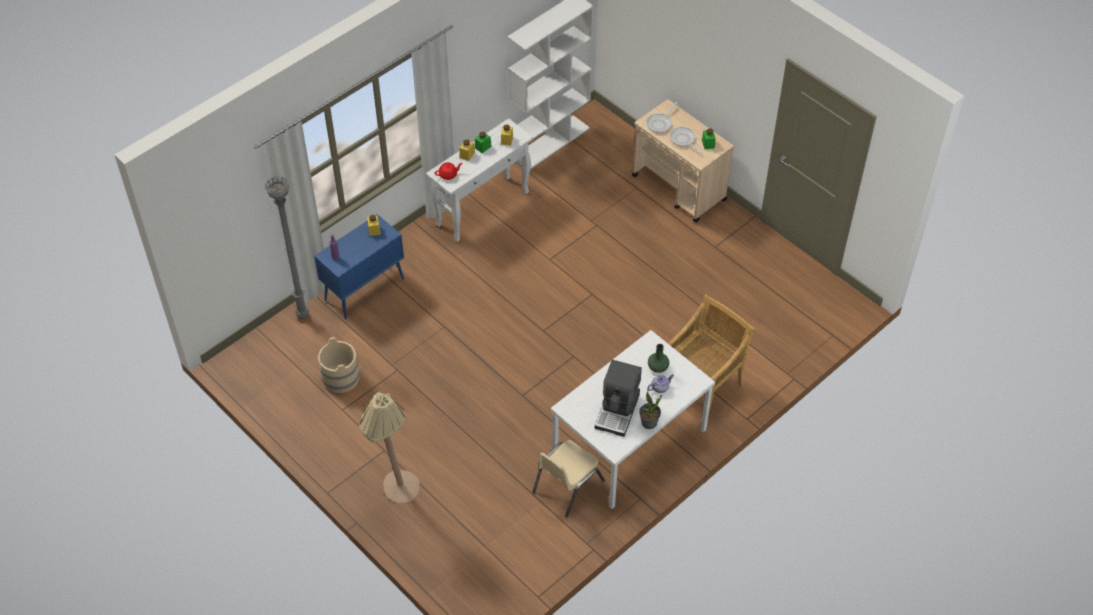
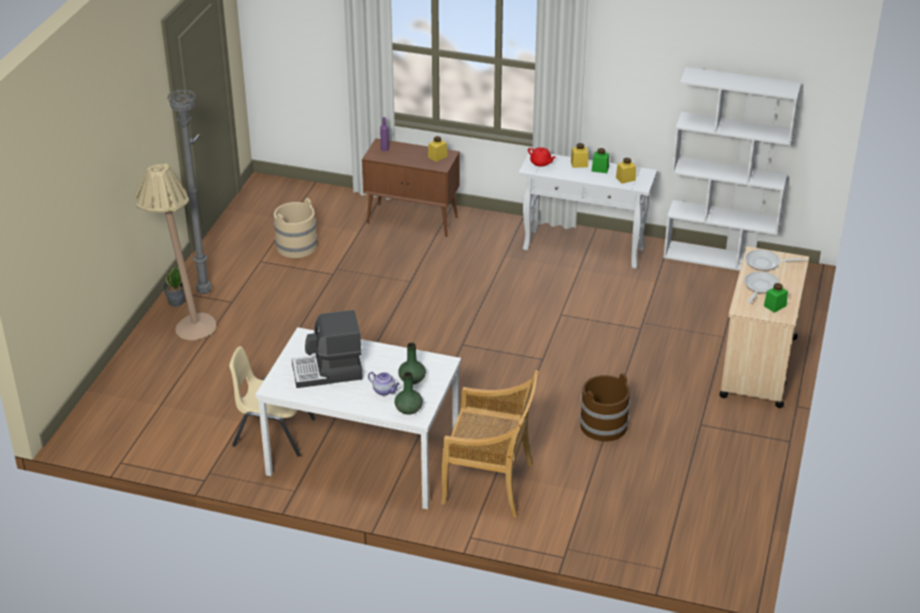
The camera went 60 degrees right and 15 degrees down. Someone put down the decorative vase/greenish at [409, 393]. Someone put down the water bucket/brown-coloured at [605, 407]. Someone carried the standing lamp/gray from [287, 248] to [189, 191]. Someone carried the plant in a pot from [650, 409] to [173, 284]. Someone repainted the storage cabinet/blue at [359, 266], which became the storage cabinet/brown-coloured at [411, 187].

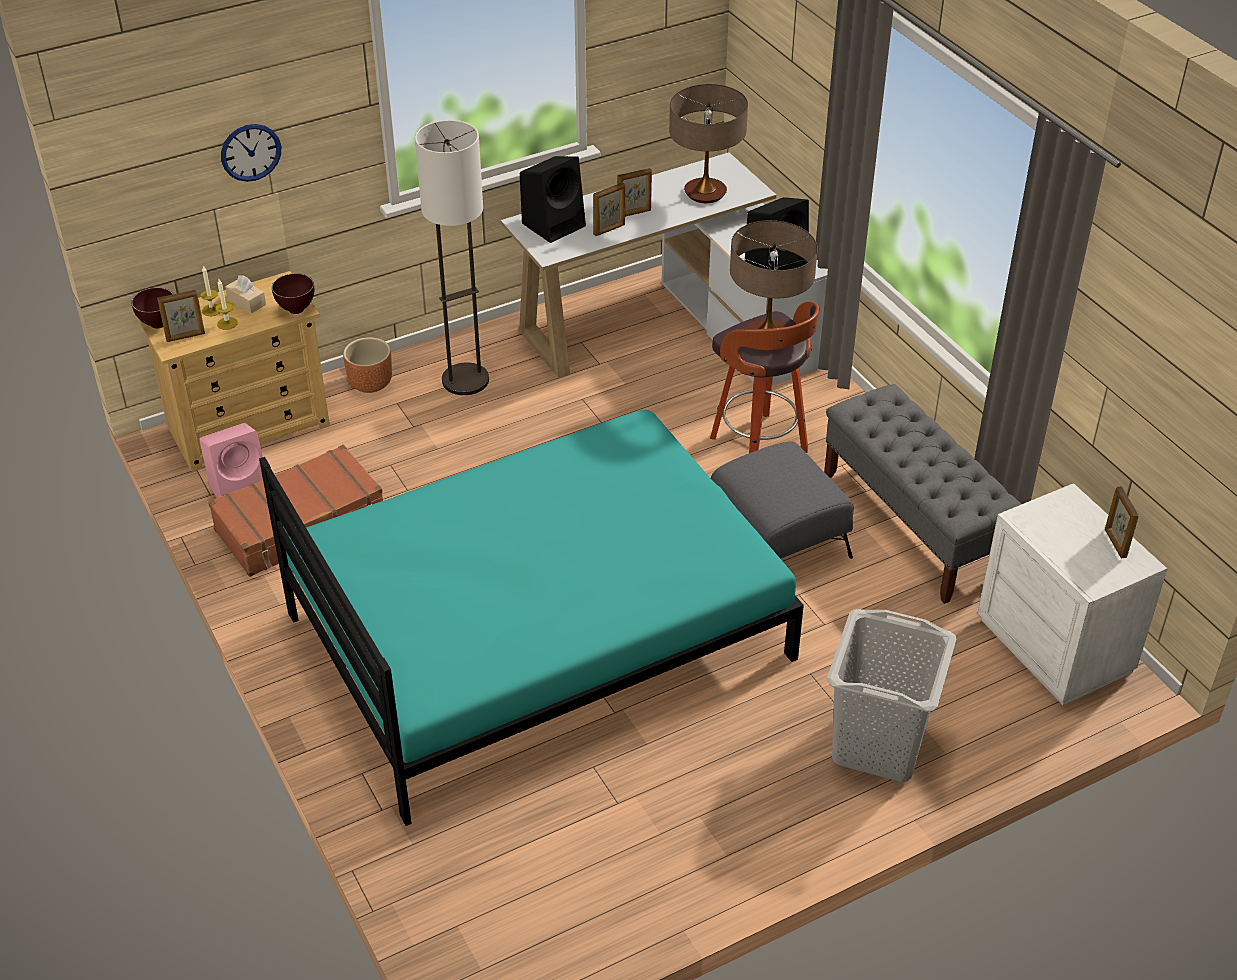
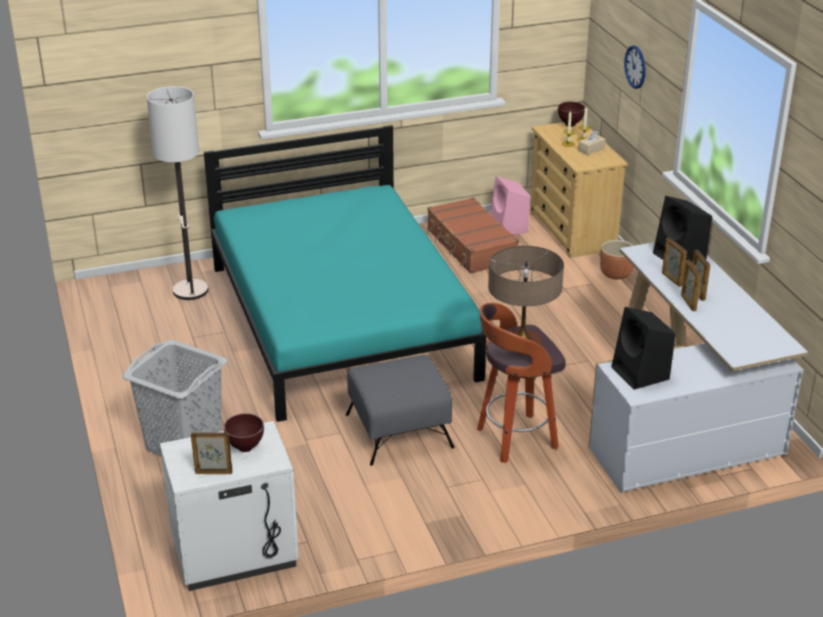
The camera went 100 degrees right and 10 degrees down. Someone took away the table lamp at [708, 143]. Someone took away the long seat/gray at [922, 494]. Someone carried the picture frame from [181, 316] to [691, 285]. Someone carried the bowl/brown-coloured from [293, 293] to [244, 432]. Someone carried the standing lamp from [452, 257] to [178, 193].

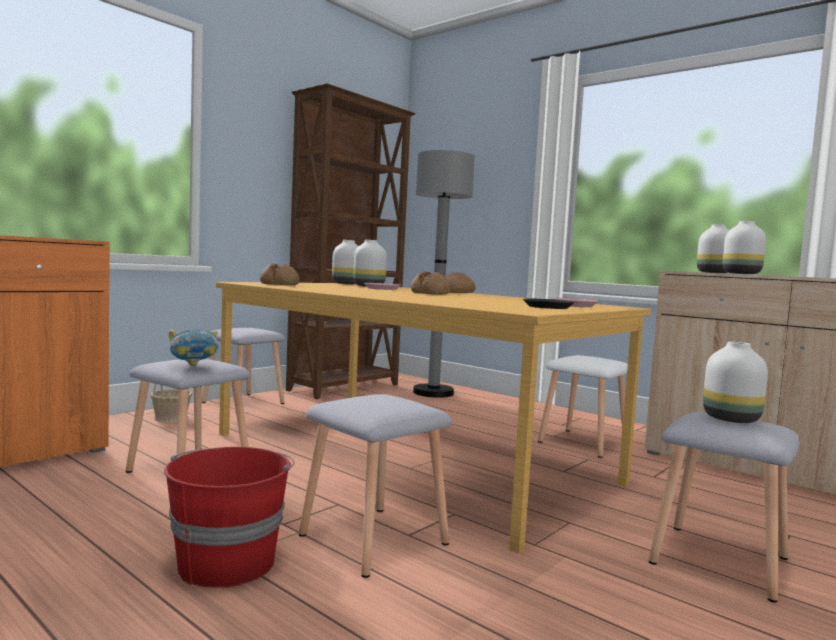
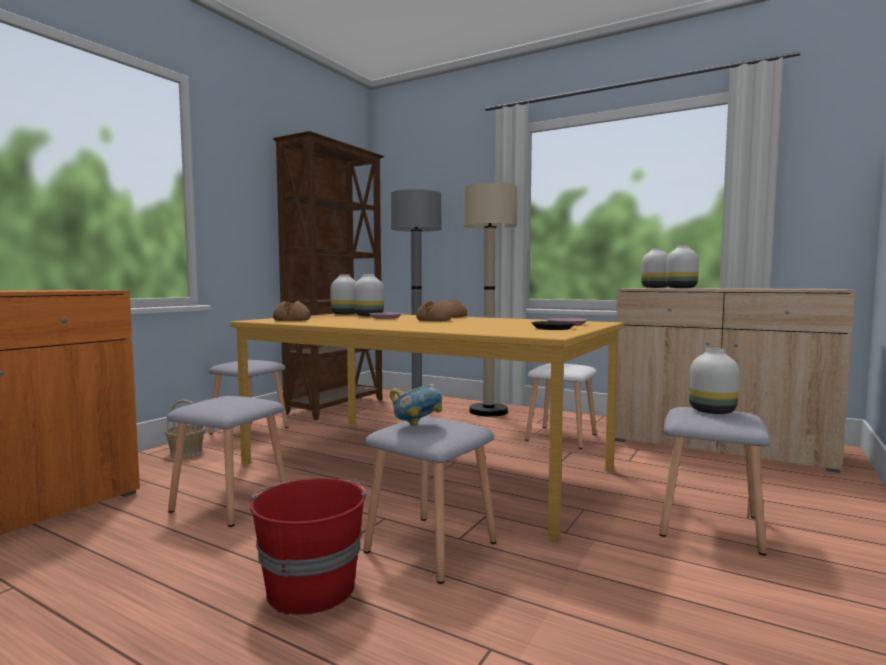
The camera went 10 degrees left and 0 degrees up. Someone put down the standing lamp/sand-coloured at [490, 300]. Someone carried the bowl from [194, 347] to [416, 405].

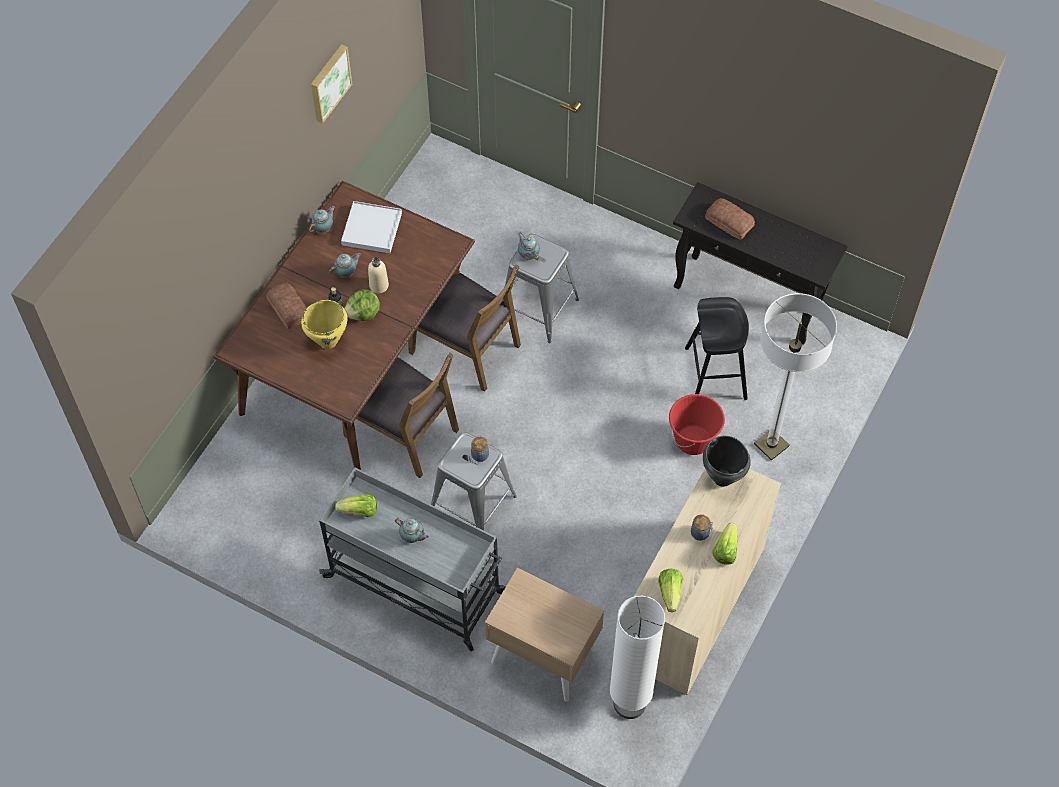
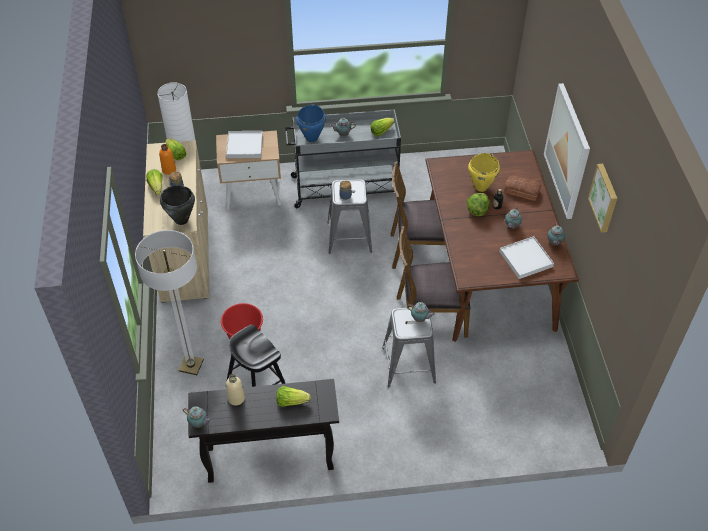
The camera went 145 degrees right and 10 degrees down. Someone put down the bottle/orange-coloured at [167, 159]. Someone put down the teapot at [197, 417]. Someone put down the tray/white-coloured at [244, 144]. Someone put down the cooking pot/blue at [311, 123]. Someone put up the wall art at [567, 151]. Someone carried the bottle/sand-coloured from [378, 275] to [235, 389]. Someone swapped the bread at [730, 219] for the head of lettuce at [293, 396].

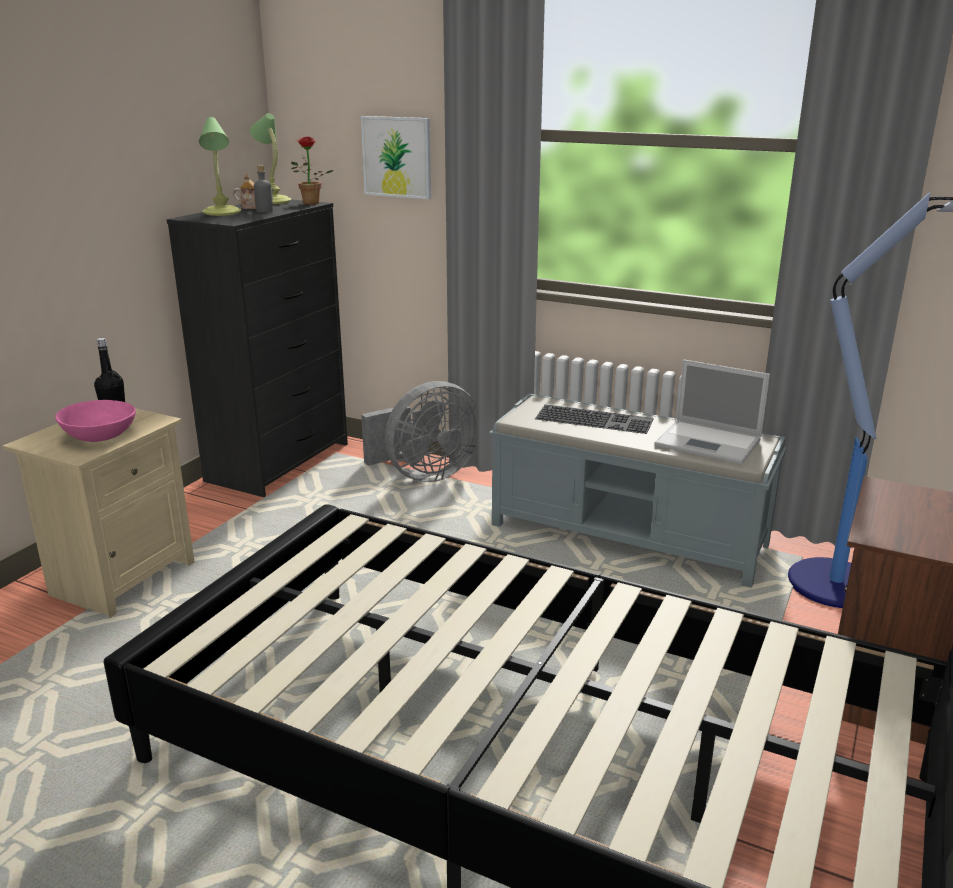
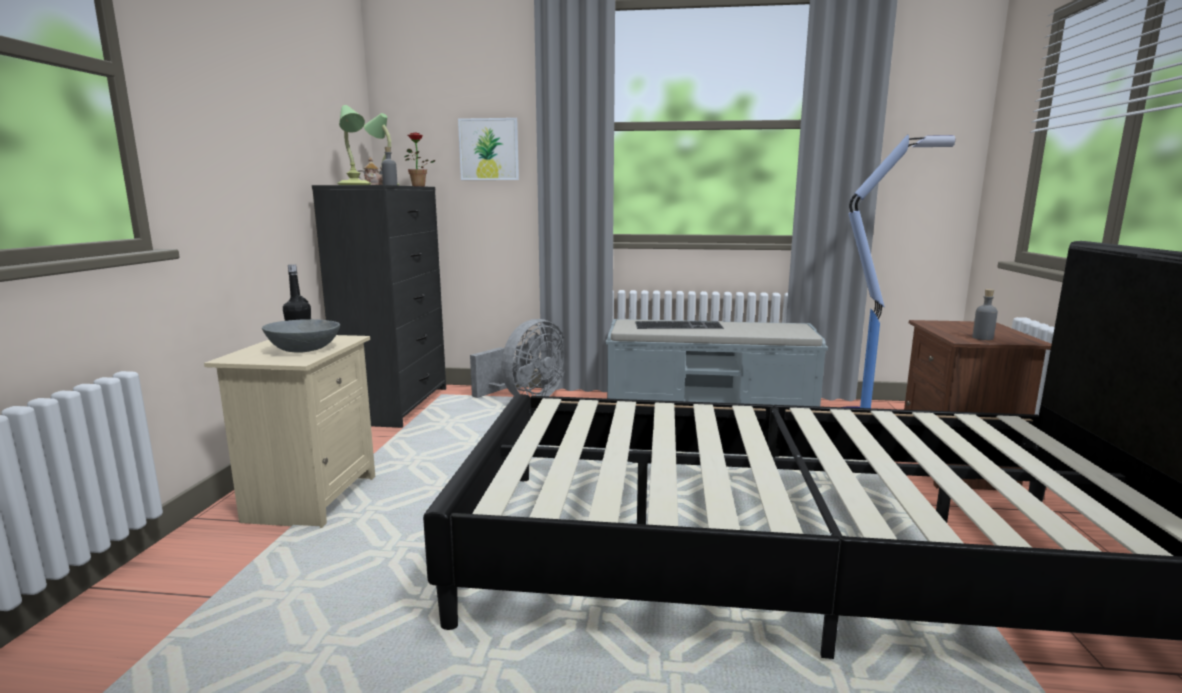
The camera went 20 degrees left and 10 degrees down. Someone took away the notebook computer at [712, 412]. Someone put down the bottle/gray at [985, 314]. Someone repainted the bowl/pinkish at [95, 421], which became the bowl/gray at [301, 336].

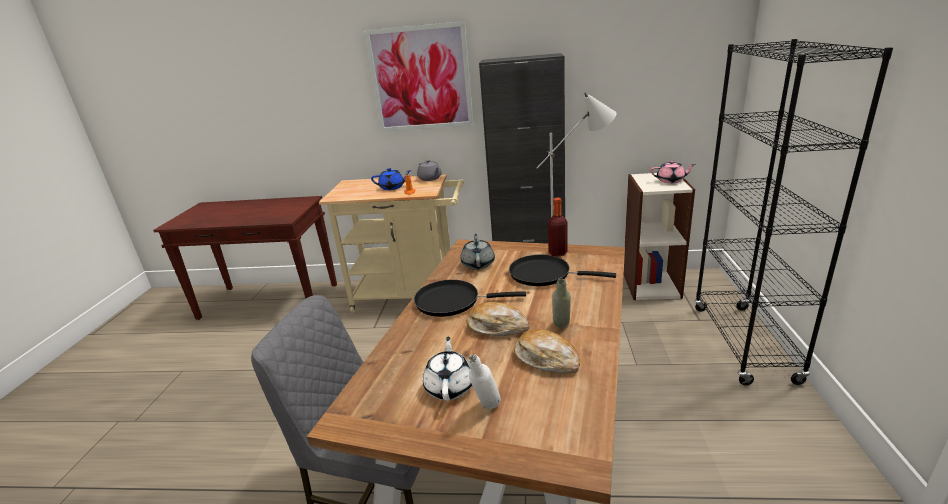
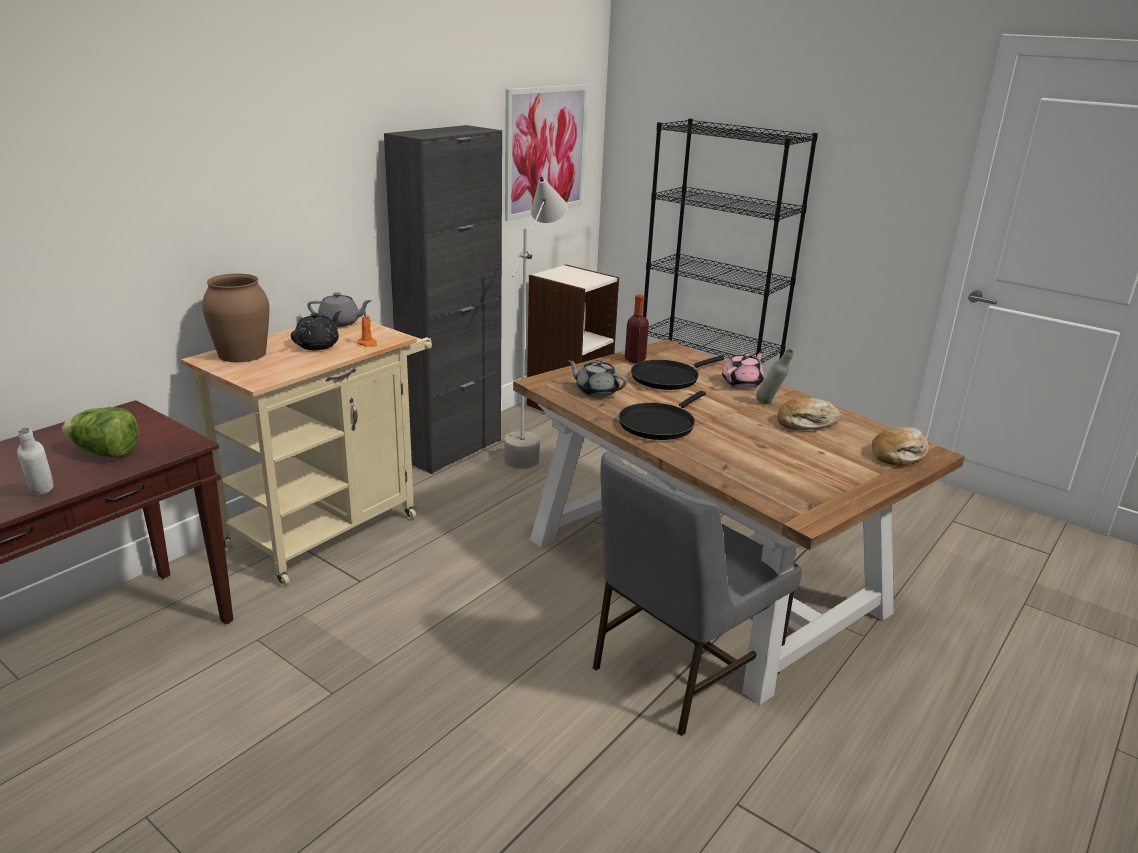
The camera went 60 degrees left and 0 degrees up. Someone took away the teapot/white-coloured at [447, 369]. Someone put down the head of lettuce at [100, 432]. Someone put down the decorative vase/brown-coloured at [235, 318]. Someone carried the wall art from [418, 76] to [546, 152]. Someone carried the bread from [497, 319] to [900, 446]. Someone carried the bottle/white-coloured from [484, 381] to [35, 461]. Someone carried the teapot/pinkish from [672, 171] to [743, 370]. Someone repainted the teapot/blue at [391, 179], which became the teapot/black-coloured at [316, 330].

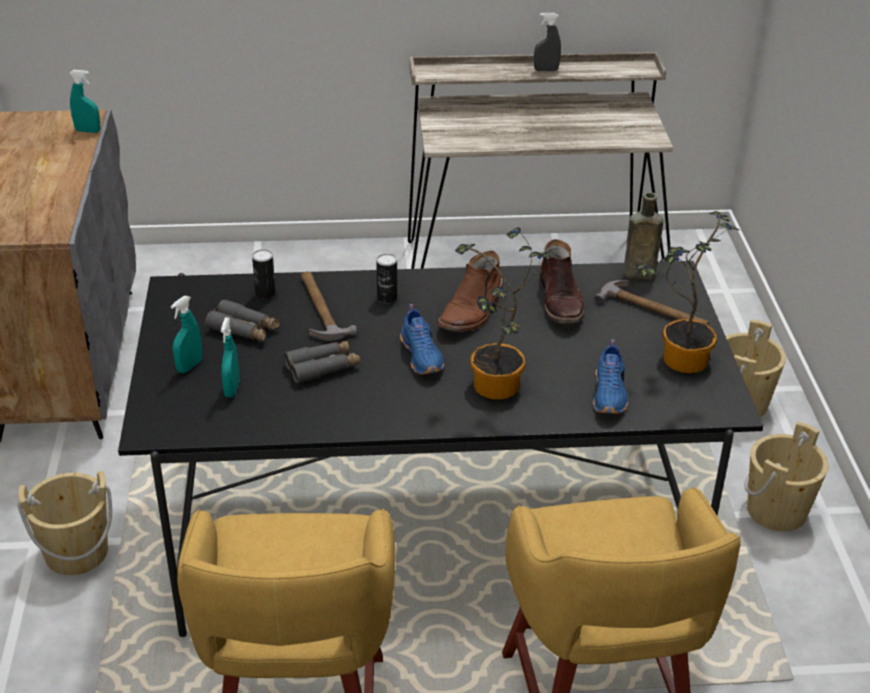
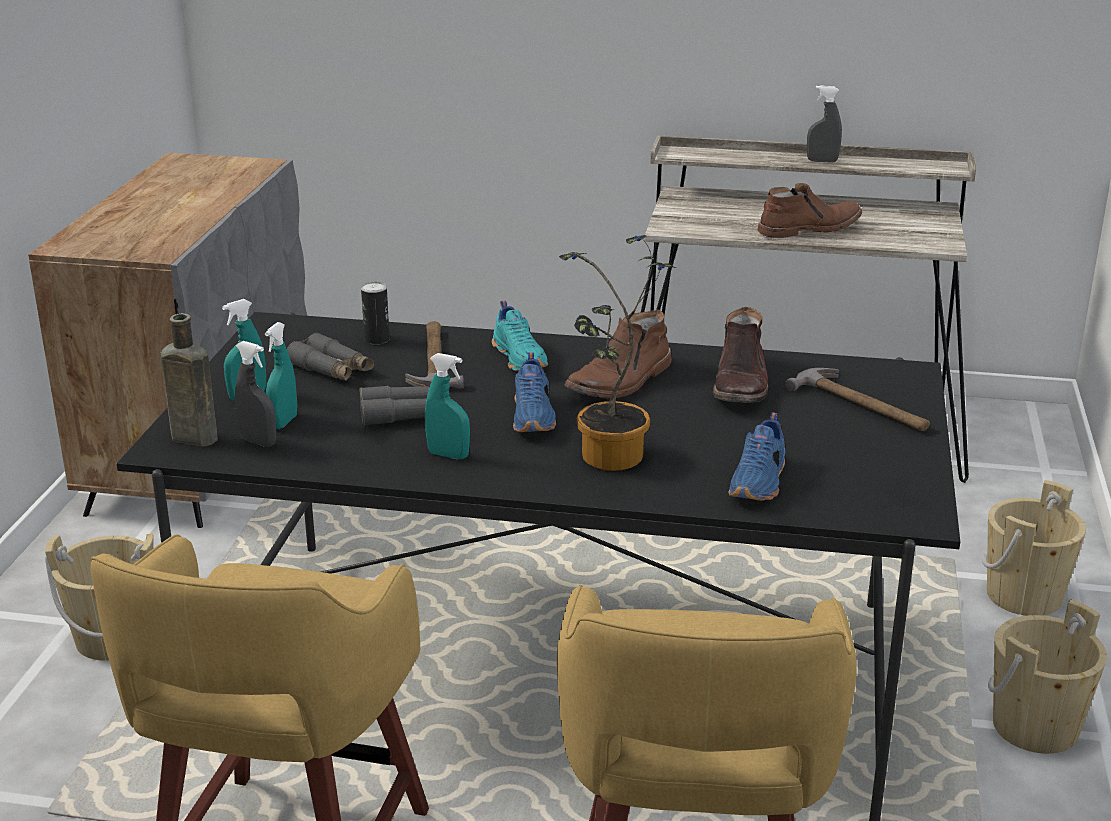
The camera went 15 degrees right and 10 degrees down. Someone took away the plant in a pot at [687, 292]. Someone put down the hand sprayer/gray at [255, 394]. Someone put down the boot/brown-coloured at [809, 210]. Someone carried the hand sprayer/blue-green from [84, 101] to [447, 406]. Someone carried the bottle/brown-coloured from [643, 235] to [189, 380]. Someone swapped the metal can at [386, 278] for the item of footwear/blue-green at [520, 336].

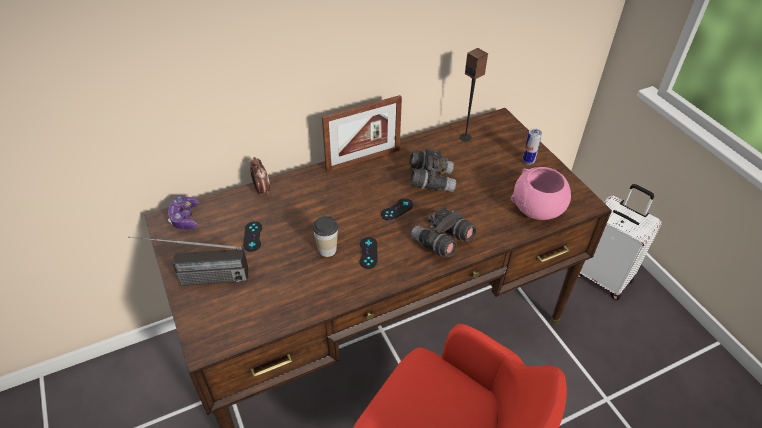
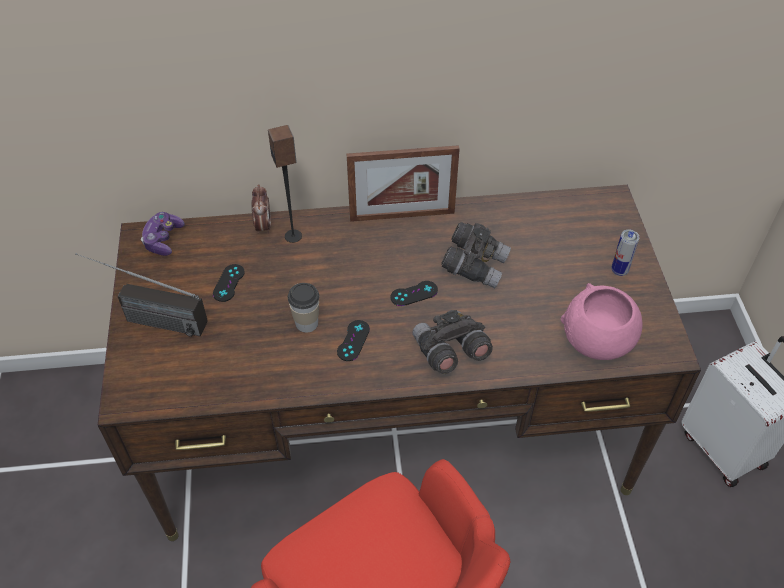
The camera went 20 degrees right and 5 degrees up. Someone carried the loudspeaker from [473, 94] to [285, 184].

